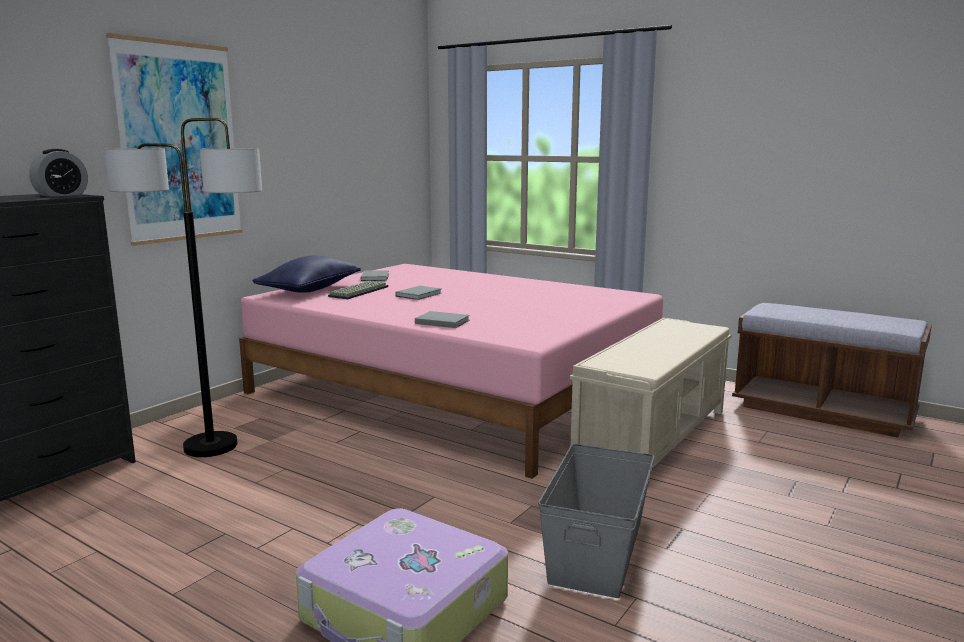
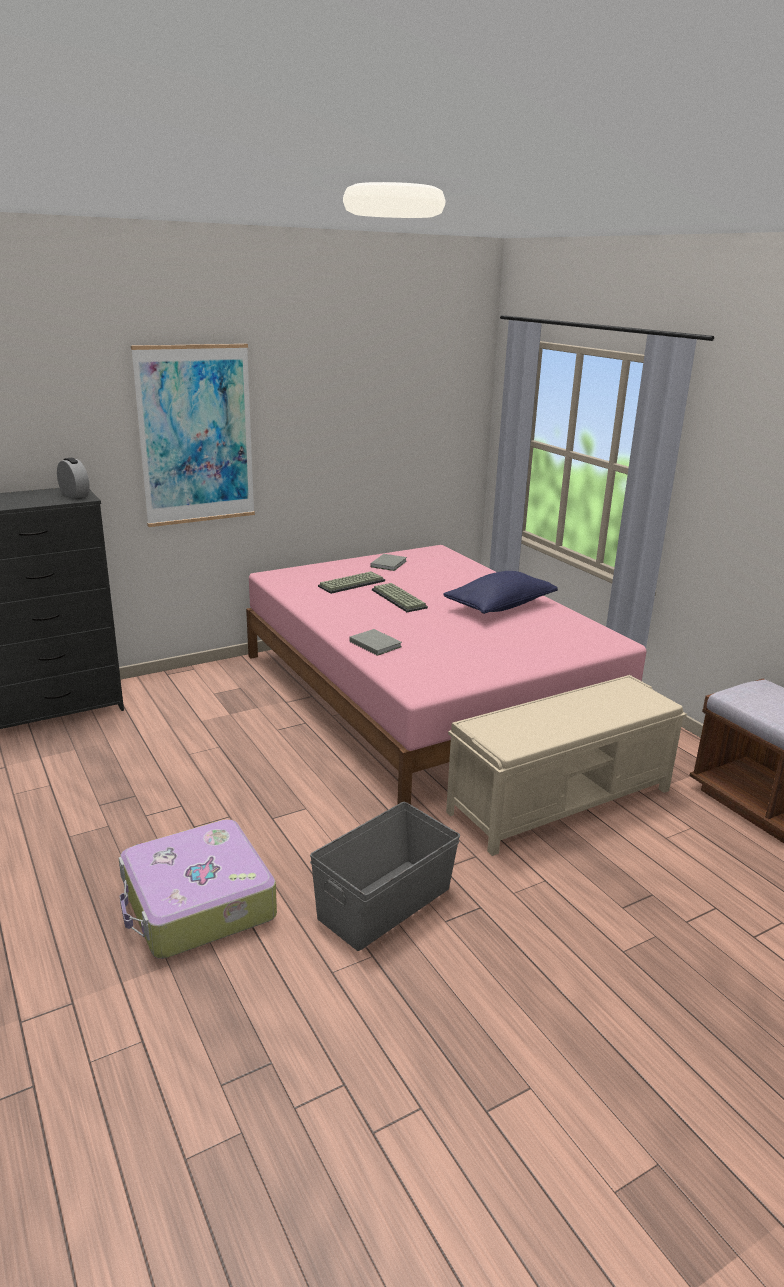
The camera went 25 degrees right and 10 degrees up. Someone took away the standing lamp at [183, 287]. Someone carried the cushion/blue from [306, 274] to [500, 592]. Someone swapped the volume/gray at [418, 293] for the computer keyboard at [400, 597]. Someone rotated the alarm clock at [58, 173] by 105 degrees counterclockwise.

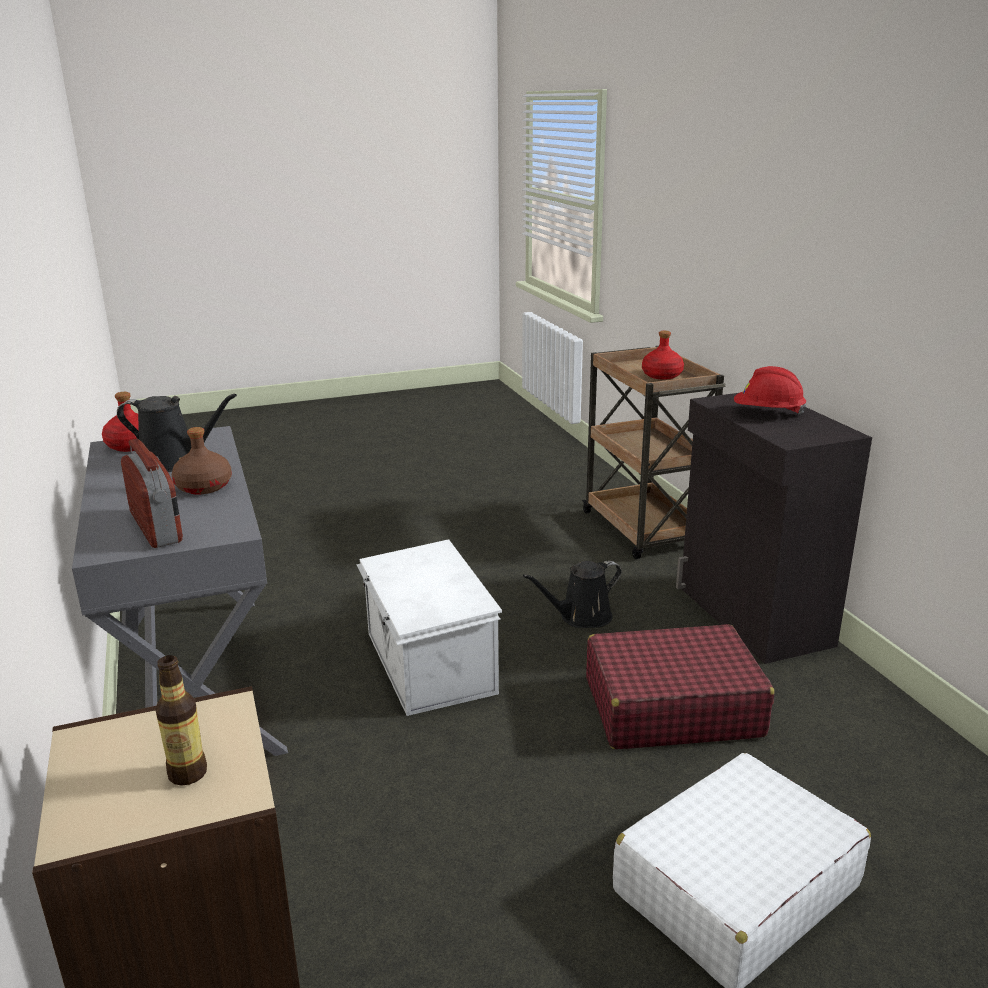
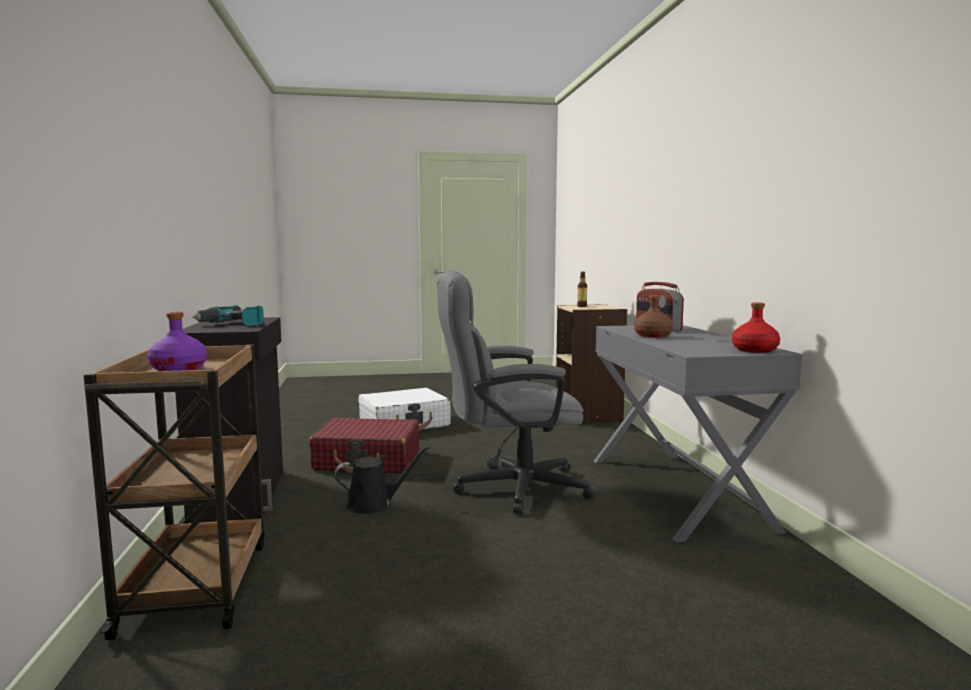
The camera went 170 degrees left and 15 degrees down. Someone took away the sprinkling can/black-coloured at [177, 433]. Someone swapped the storage box/white-coloured at [429, 627] for the computer chair/gray at [516, 392]. Someone swapped the hard hat/red at [770, 390] for the electric drill at [228, 315]. Someone repainted the bottle/red at [663, 355], which became the bottle/purple-coloured at [177, 341].

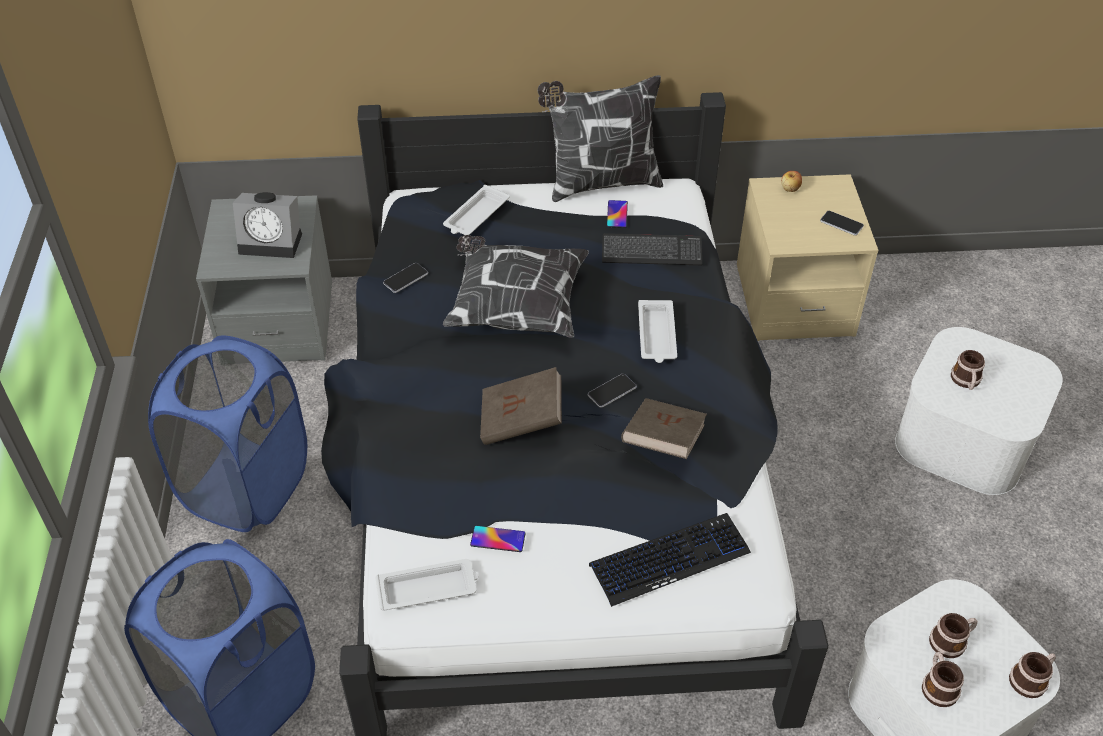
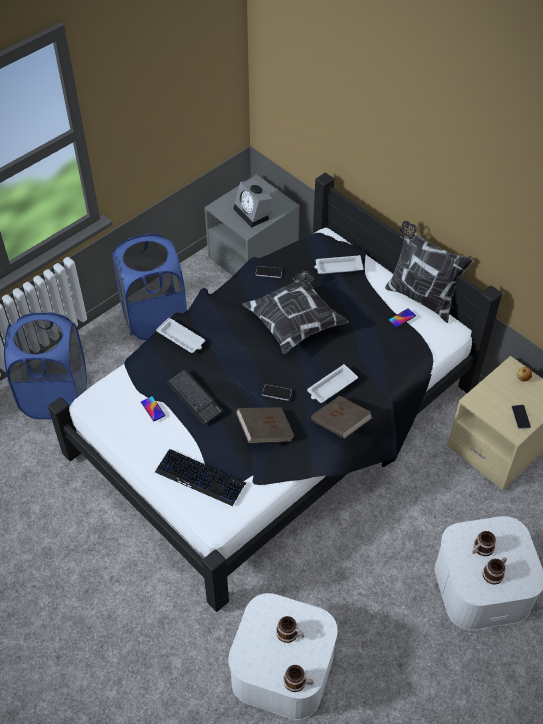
The camera went 50 degrees right and 5 degrees up. Someone carried the tray/white-coloured from [427, 585] to [180, 335]. Someone carried the volume/brown-coloured from [521, 406] to [341, 417]. Someone carried the computer keyboard from [652, 249] to [194, 397]. Someone carried the mug from [943, 679] to [495, 570].

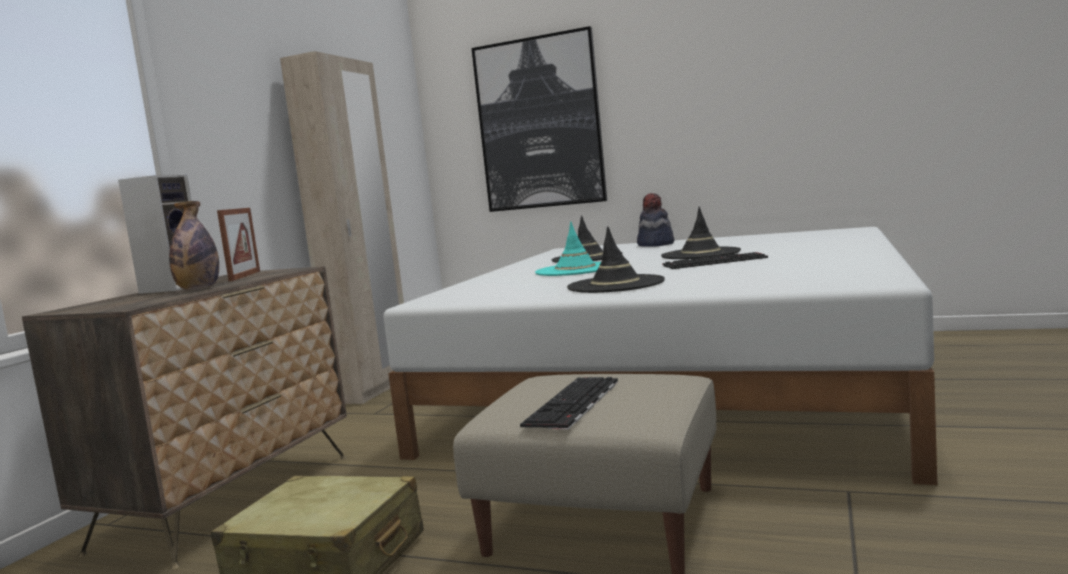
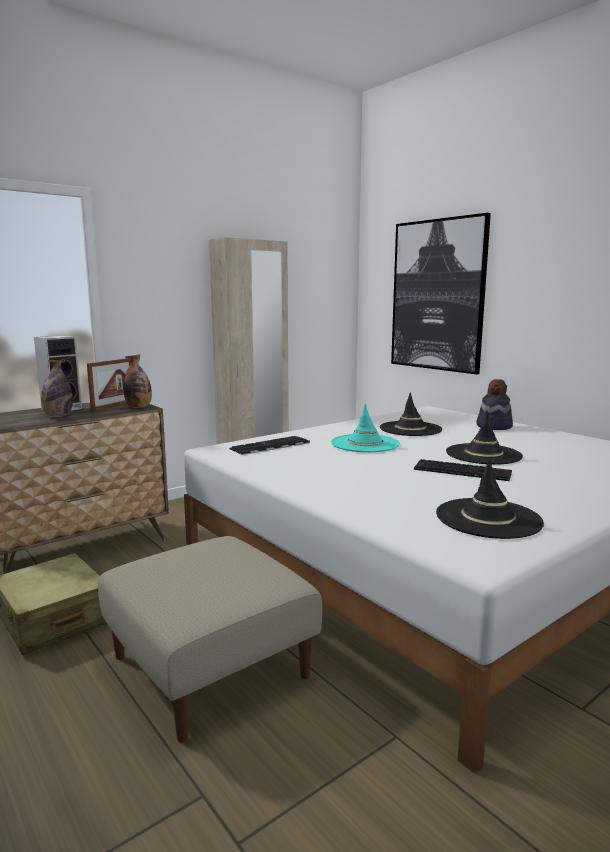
The camera went 30 degrees right and 5 degrees up. Someone put down the bottle at [137, 381]. Someone carried the computer keyboard from [569, 403] to [269, 445]. Someone carried the hat/black-coloured from [616, 259] to [490, 499].

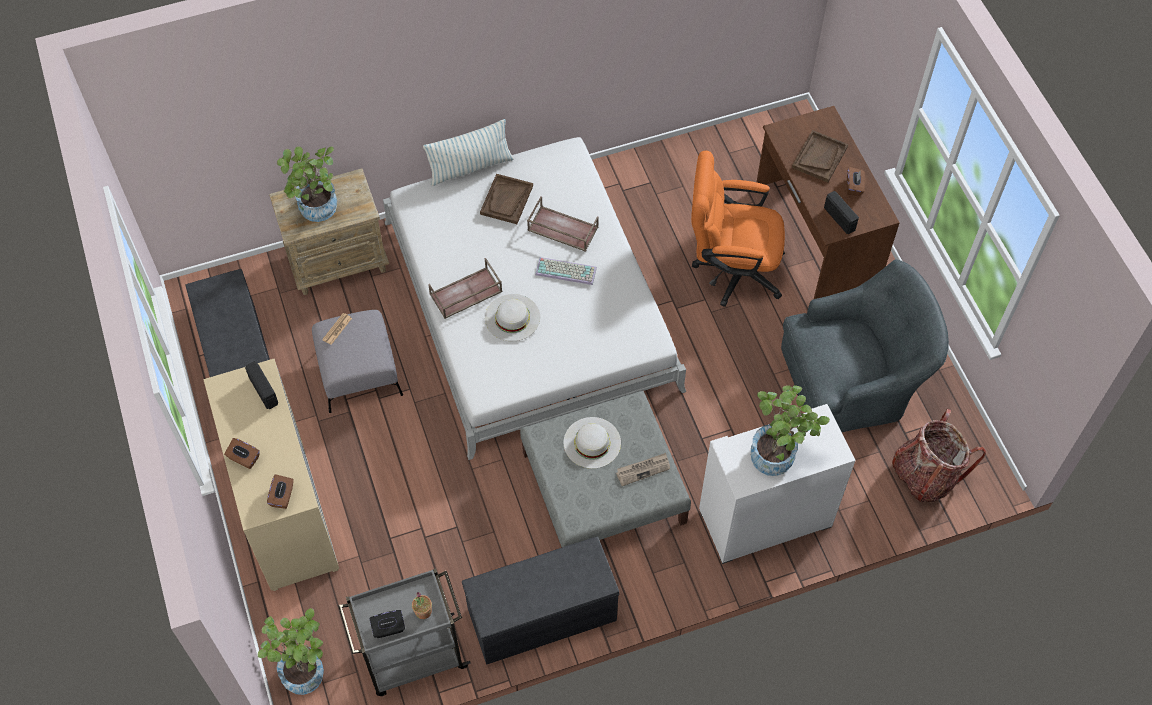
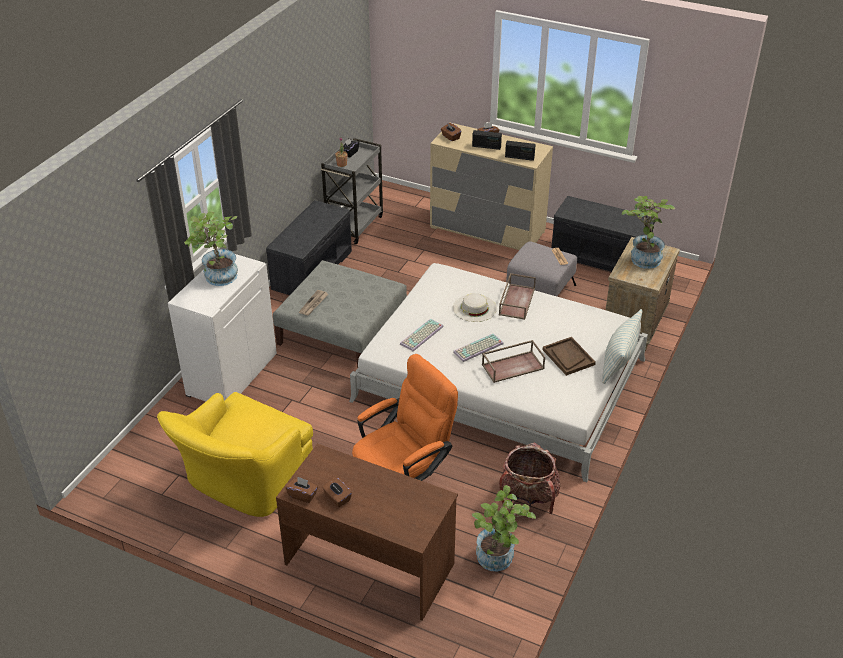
The camera went 135 degrees right and 20 degrees down. Someone took away the hat/white-coloured at [592, 443]. Someone took away the tray/brown-coloured at [820, 156]. Someone put down the tissue holder/brown-coloured at [302, 490]. Someone put down the computer keyboard at [422, 335]. Someone carried the plant in a pot from [291, 651] to [504, 528]. Someone carried the radio from [841, 212] to [487, 140]. Someone carried the rucksack from [939, 455] to [529, 478]. Someone repainted the armchair/gray at [865, 345], which became the armchair/yellow at [235, 454].

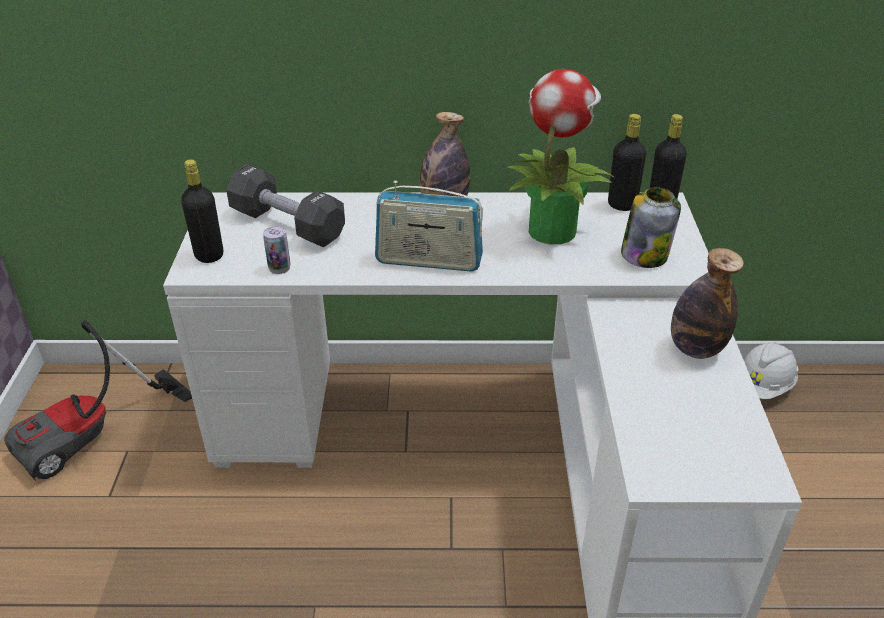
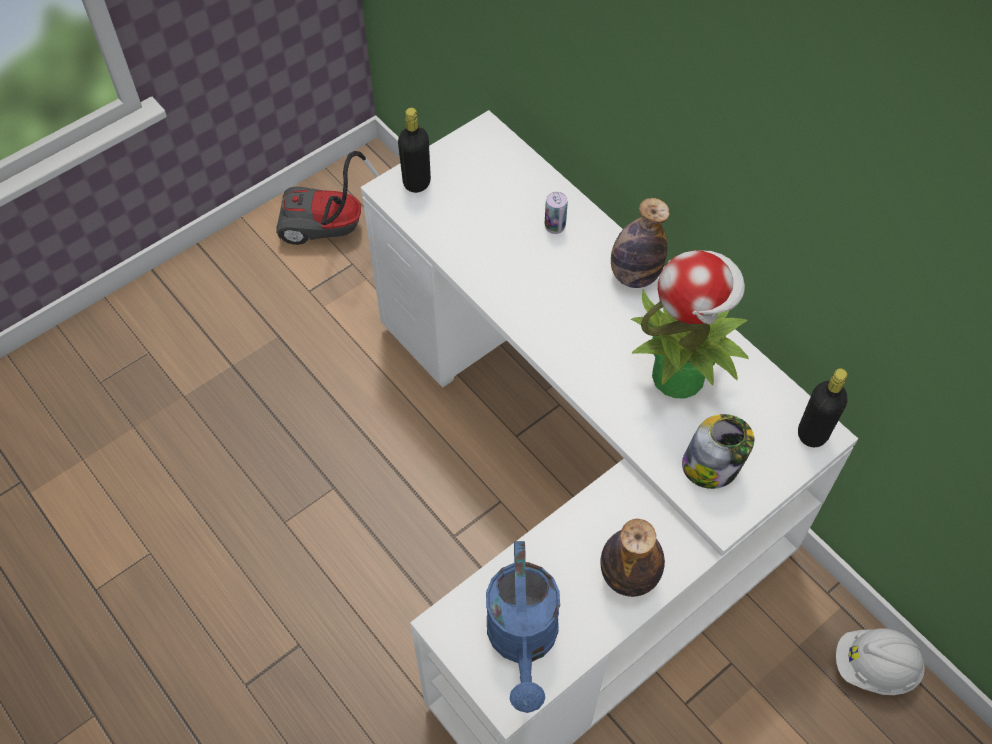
The camera went 50 degrees right and 20 degrees up. Someone took away the hand weight/black-coloured at [285, 205]. Someone took away the radio at [429, 226]. Someone took away the bottle/black-coloured at [627, 162]. Someone put down the sprinkling can/blue at [523, 627]. Someone carried the metal can from [276, 250] to [556, 213].

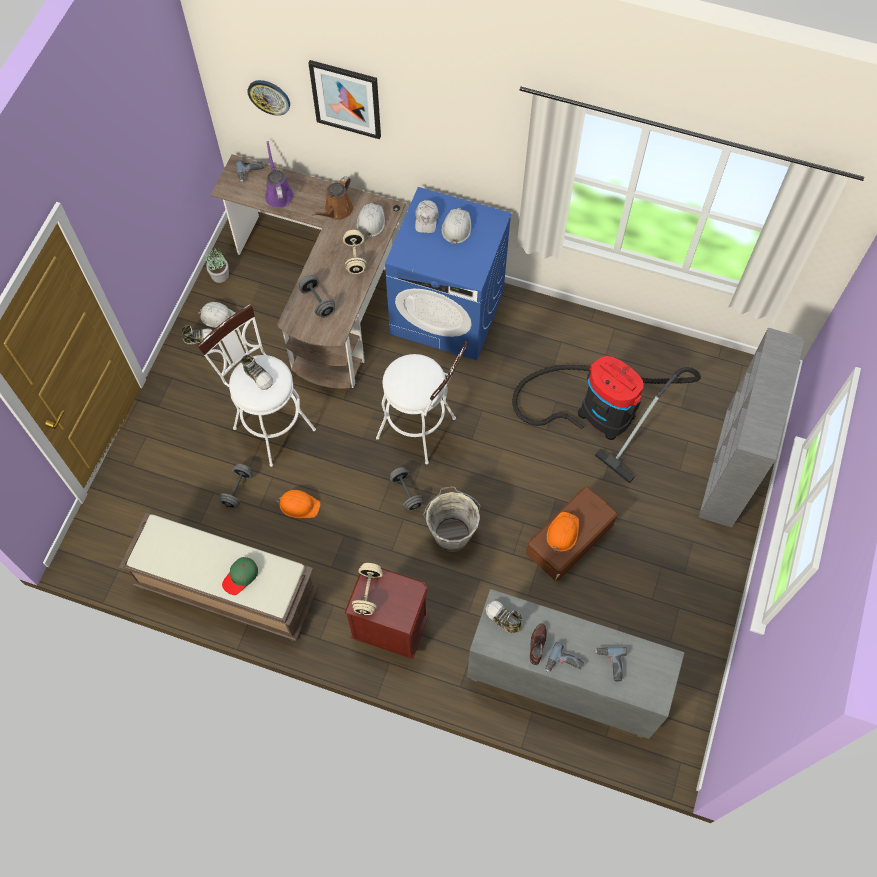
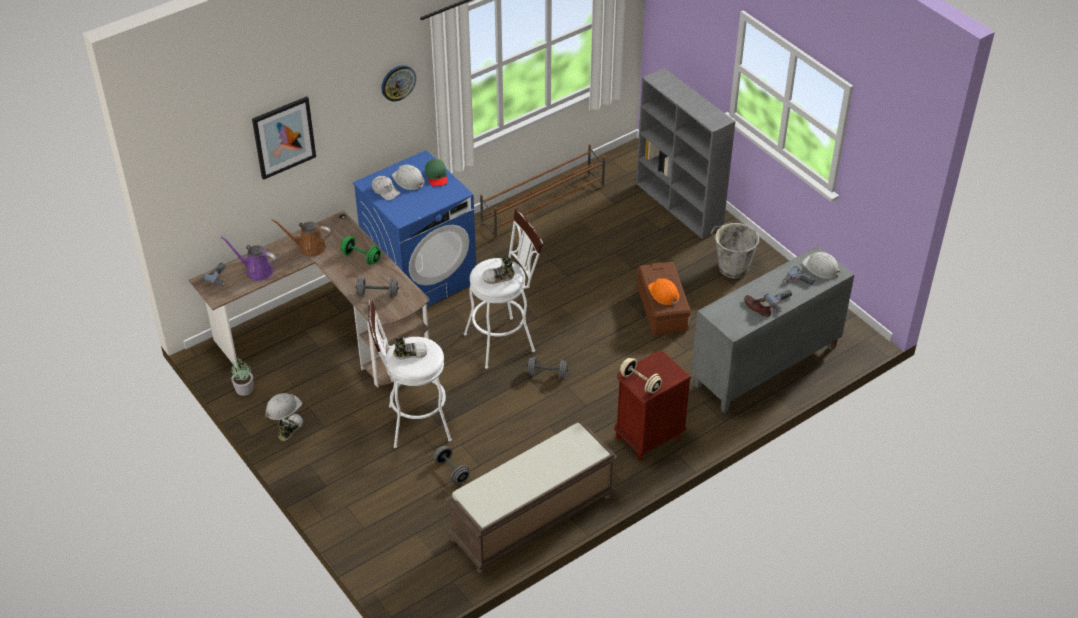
The camera went 55 degrees left and 20 degrees down. Someone took away the hard hat/orange-coloured at [298, 504]. Someone took away the vacuum at [606, 419]. Someone put down the shoe rack/brown-coloured at [542, 192]. Someone carried the cap/greenish from [240, 576] to [436, 172]. Someone carried the hanging clock from [268, 98] to [398, 83]. Someone carried the hard hat/white-coloured from [370, 220] to [821, 265]. Someone carried the water bucket/gray from [452, 519] to [735, 249]. Someone carried the item of footwear from [504, 617] to [498, 270]. Someone repainted the hand weight/sand-coloured at [355, 252], which became the hand weight/greenish at [361, 251]. Someone rotated the sprinkling can/brown-coloured at [332, 198] by 120 degrees clockwise.

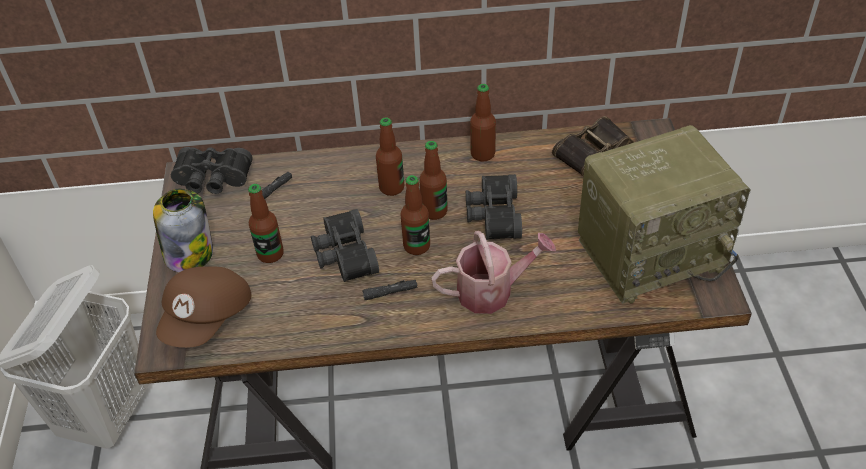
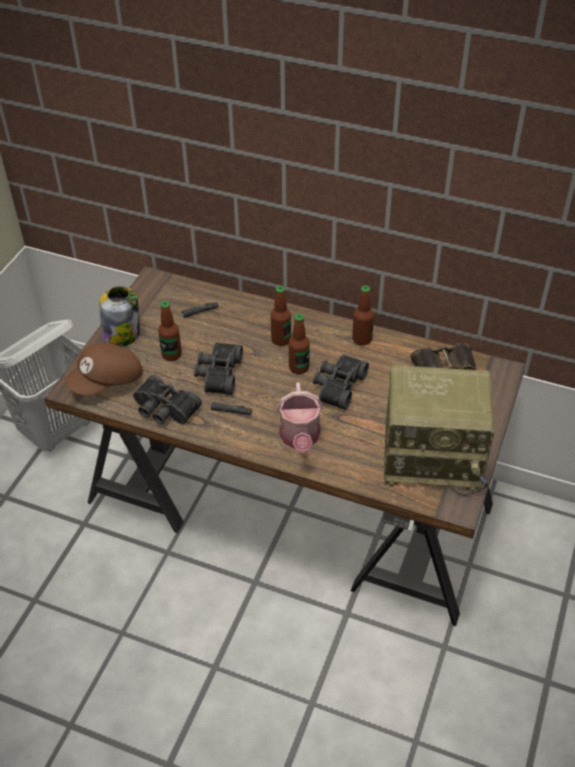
The camera went 25 degrees right and 0 degrees up. Someone took away the bottle at [415, 215]. Someone carried the pair of binoculars/black-coloured from [212, 170] to [167, 400]. Someone rotated the sprinkling can at [493, 272] by 75 degrees clockwise.

